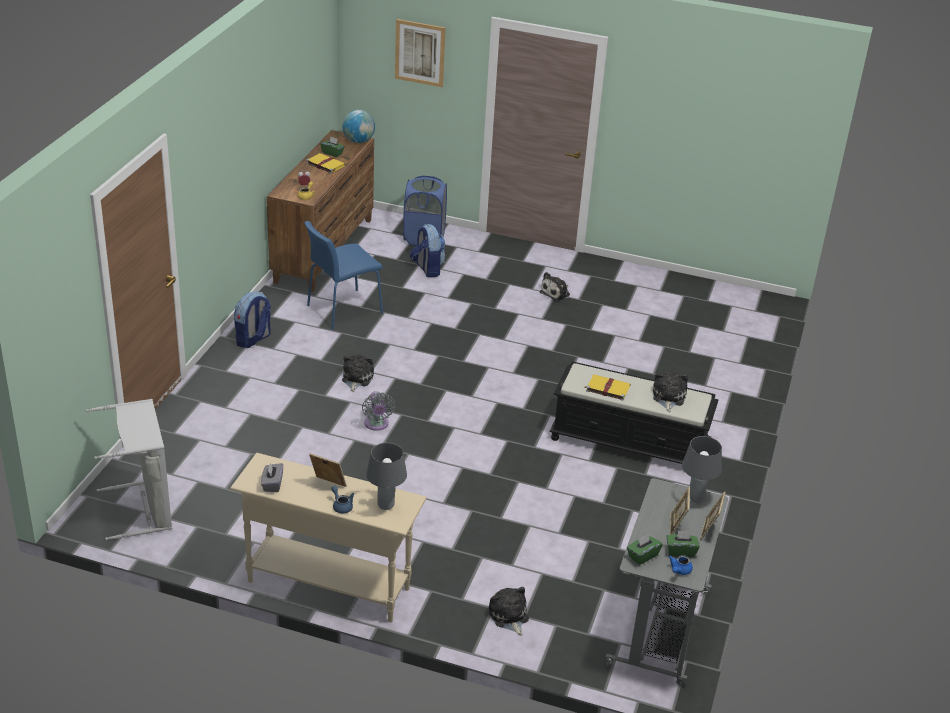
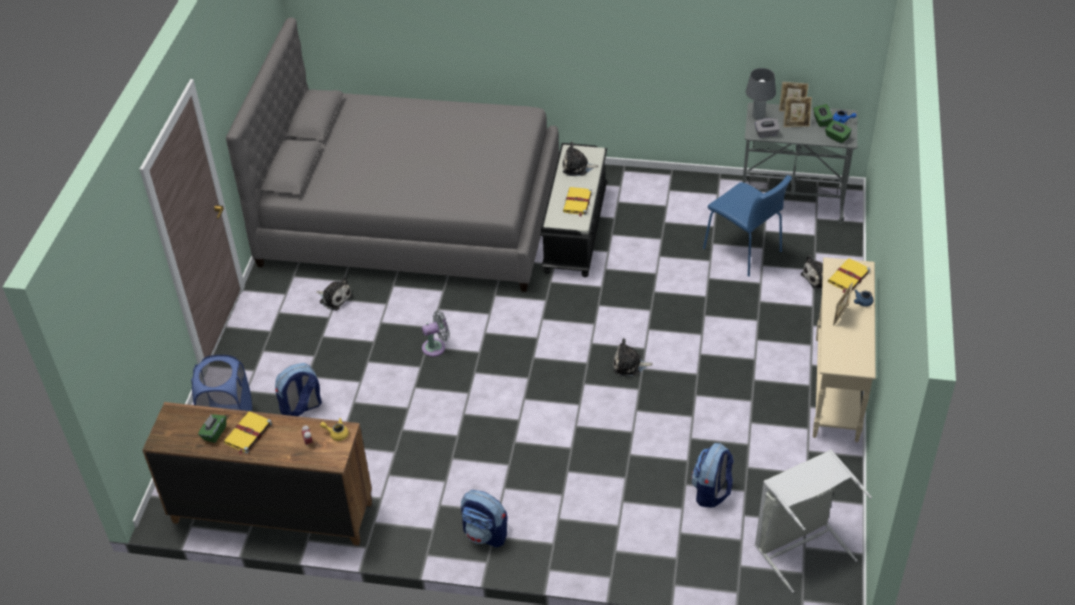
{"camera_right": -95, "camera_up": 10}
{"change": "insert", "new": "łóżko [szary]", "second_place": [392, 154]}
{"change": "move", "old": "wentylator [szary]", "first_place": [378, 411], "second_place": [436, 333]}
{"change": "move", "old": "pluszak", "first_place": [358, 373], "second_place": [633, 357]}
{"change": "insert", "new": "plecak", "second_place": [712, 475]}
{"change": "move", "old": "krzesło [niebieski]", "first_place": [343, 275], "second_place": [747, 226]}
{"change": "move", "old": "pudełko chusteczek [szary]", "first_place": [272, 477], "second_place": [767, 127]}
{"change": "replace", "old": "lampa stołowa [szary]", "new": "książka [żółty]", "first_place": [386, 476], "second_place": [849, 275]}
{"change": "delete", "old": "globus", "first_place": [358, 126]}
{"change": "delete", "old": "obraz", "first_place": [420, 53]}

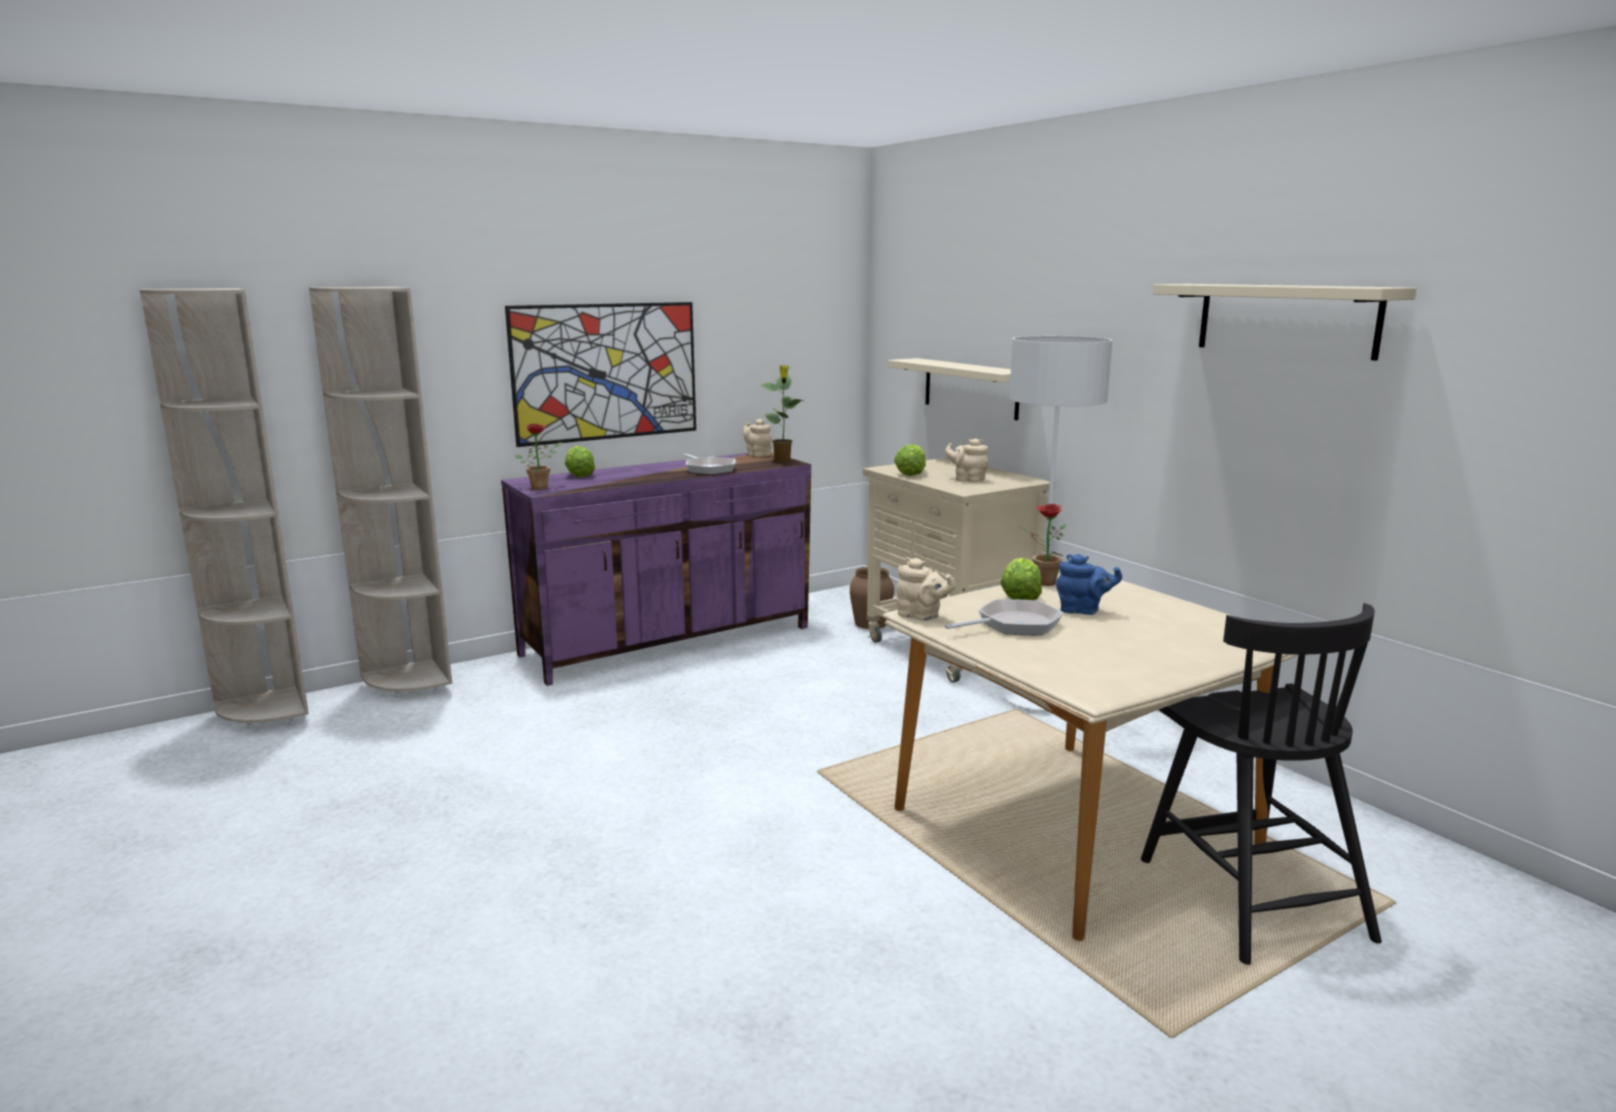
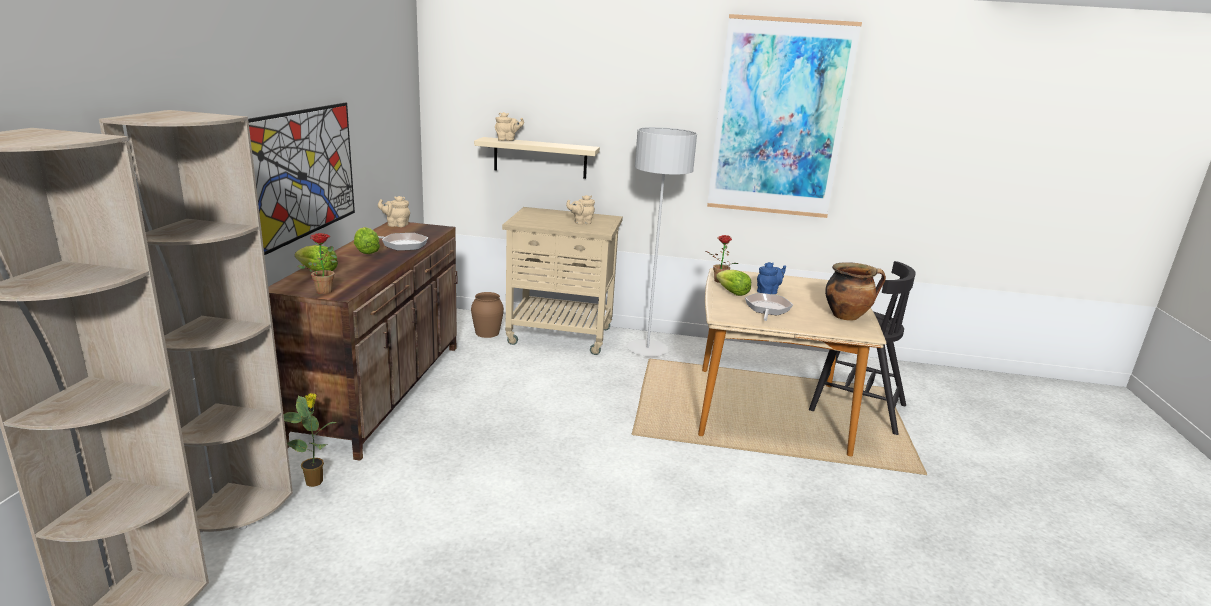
{"camera_right": -50, "camera_up": 5}
{"change": "recolor", "old": "szafka [fioletowy]", "new": "szafka [brązowy]", "first_place": [656, 569], "second_place": [362, 341]}
{"change": "move", "old": "roślina doniczkowa", "first_place": [782, 414], "second_place": [311, 440]}
{"change": "move", "old": "sałata", "first_place": [910, 460], "second_place": [367, 240]}
{"change": "move", "old": "imbryk [beżowy]", "first_place": [926, 589], "second_place": [509, 126]}
{"change": "replace", "old": "półka [beżowy]", "new": "obraz", "first_place": [1285, 322], "second_place": [784, 116]}
{"change": "insert", "new": "garnek", "second_place": [855, 291]}

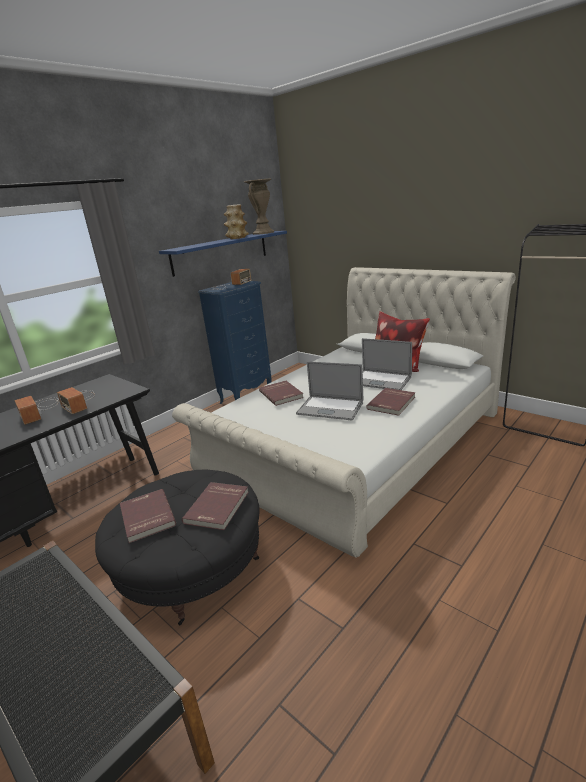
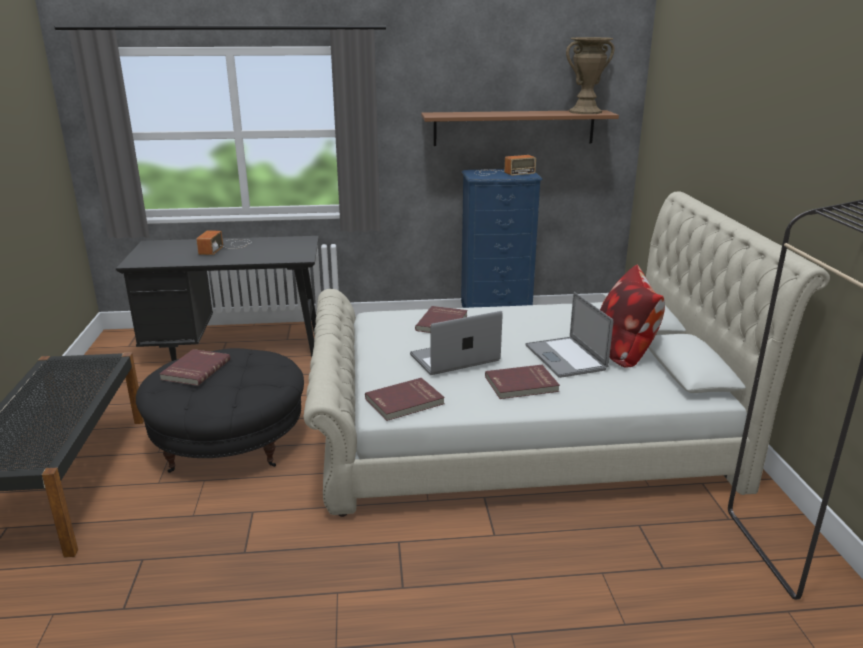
{"camera_right": 40, "camera_up": 0}
{"change": "move", "old": "książka [czerwony]", "first_place": [215, 506], "second_place": [405, 399]}
{"change": "rotate", "old": "laptop", "first_place": [329, 390], "second_place": [456, 343], "degrees": 90}
{"change": "recolor", "old": "półka [niebieski]", "new": "półka [brązowy]", "first_place": [223, 254], "second_place": [520, 128]}
{"change": "delete", "old": "radio", "first_place": [76, 400]}
{"change": "delete", "old": "wazon", "first_place": [236, 221]}

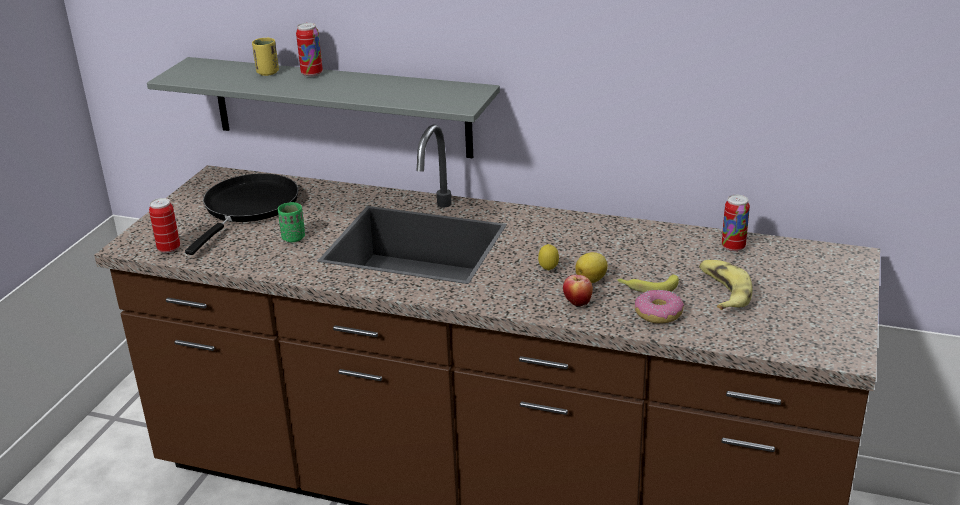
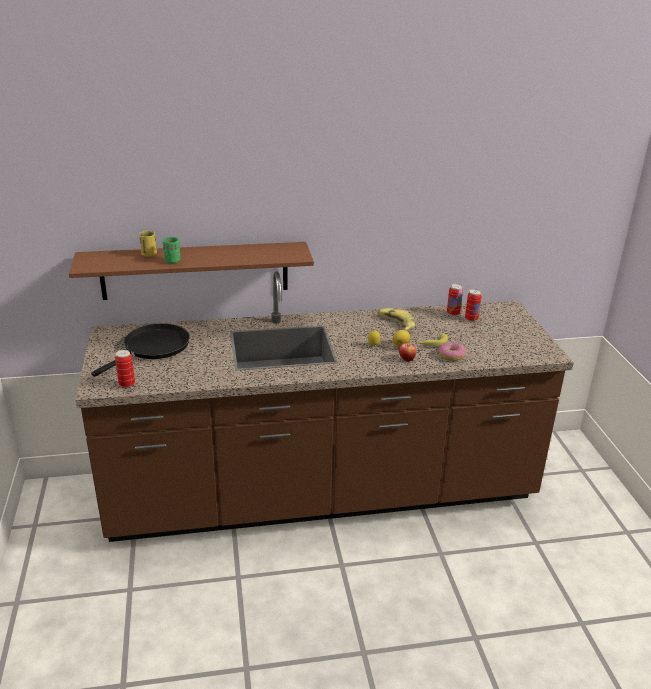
{"camera_right": -30, "camera_up": 0}
{"change": "recolor", "old": "półka [szary]", "new": "półka [brązowy]", "first_place": [323, 107], "second_place": [191, 271]}
{"change": "rotate", "old": "patelnia [czarny]", "first_place": [242, 214], "second_place": [140, 350], "degrees": 45}
{"change": "move", "old": "filiżanka [zielony]", "first_place": [291, 222], "second_place": [171, 250]}
{"change": "move", "old": "banan", "first_place": [726, 285], "second_place": [396, 319]}
{"change": "move", "old": "puszka", "first_place": [309, 50], "second_place": [473, 305]}

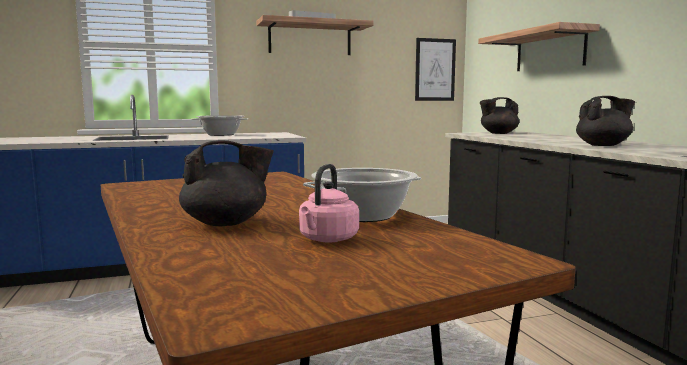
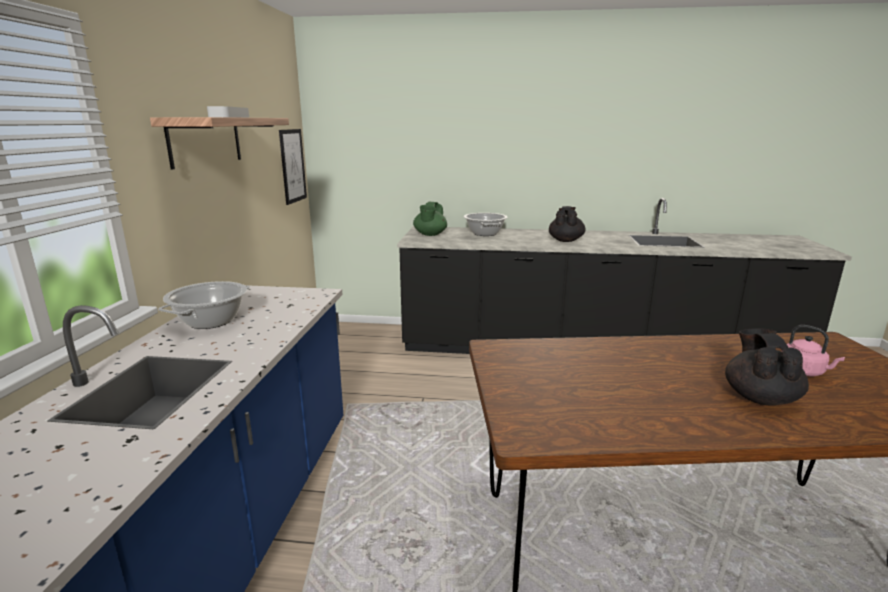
{"camera_right": -65, "camera_up": 10}
{"change": "recolor", "old": "imbryk [czarny]", "new": "imbryk [zielony]", "first_place": [499, 115], "second_place": [430, 219]}
{"change": "move", "old": "garnek", "first_place": [362, 195], "second_place": [486, 224]}
{"change": "delete", "old": "półka", "first_place": [539, 46]}

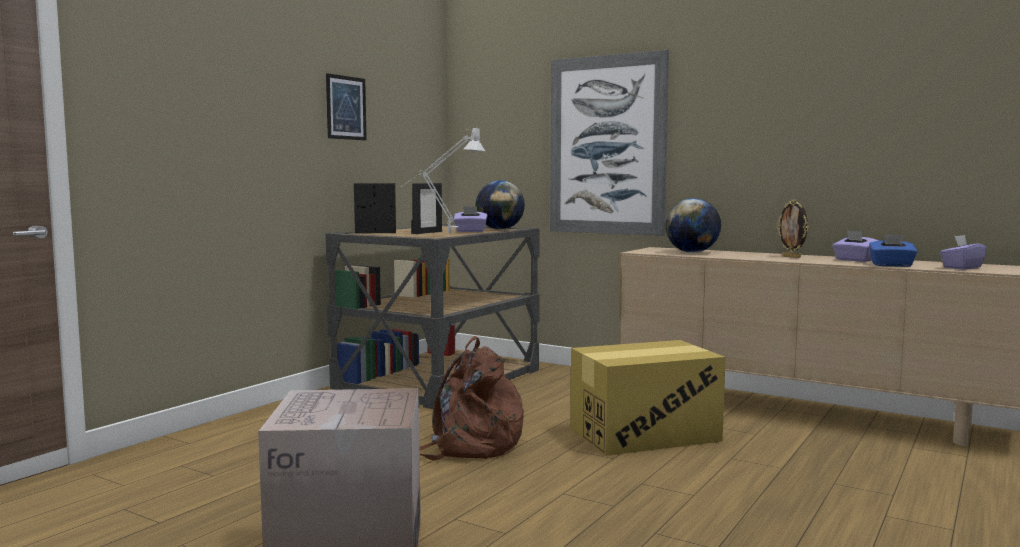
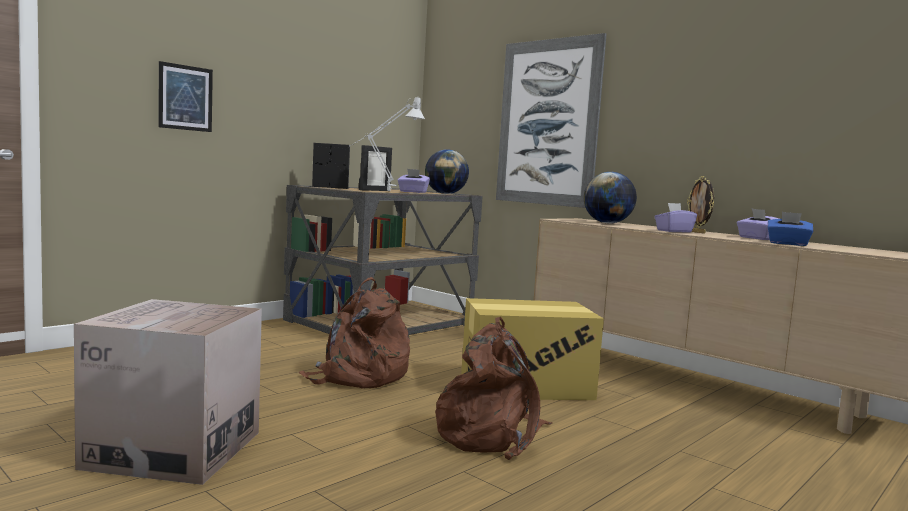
{"camera_right": 10, "camera_up": 0}
{"change": "move", "old": "obraz", "first_place": [346, 106], "second_place": [185, 96]}
{"change": "insert", "new": "plecak [brązowy]", "second_place": [493, 388]}
{"change": "move", "old": "pudełko chusteczek [fioletowy]", "first_place": [963, 252], "second_place": [675, 218]}

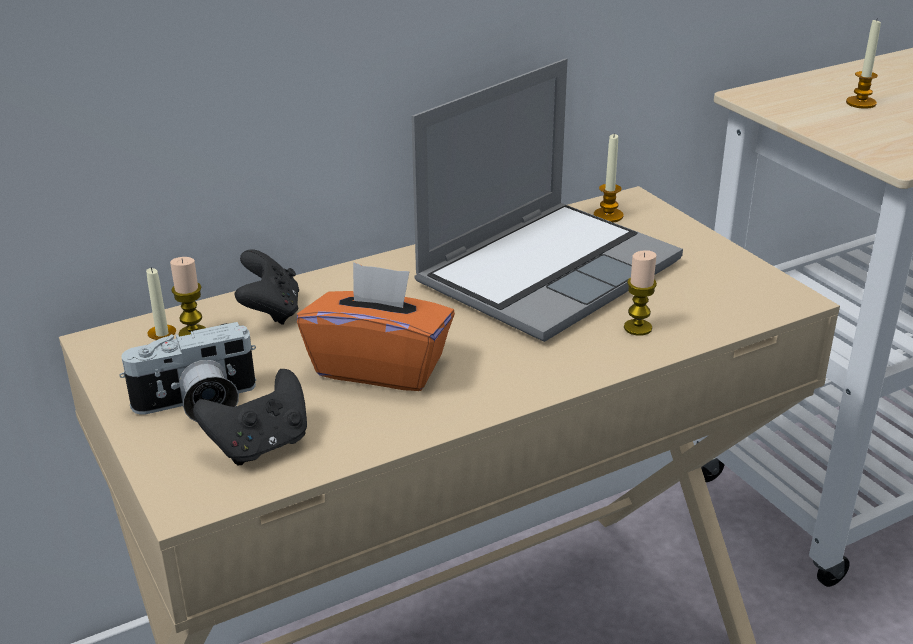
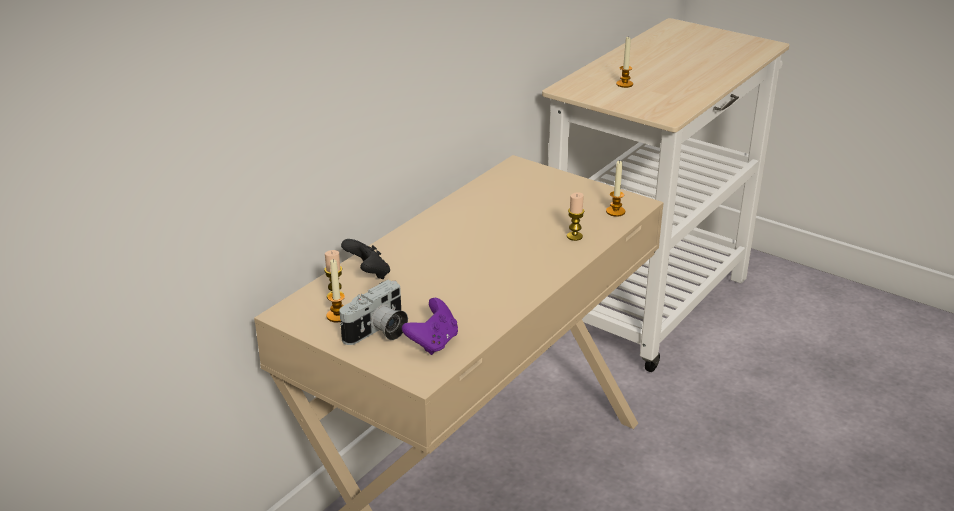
{"camera_right": -25, "camera_up": 0}
{"change": "recolor", "old": "pad do gier [czarny]", "new": "pad do gier [fioletowy]", "first_place": [250, 417], "second_place": [430, 326]}
{"change": "move", "old": "świeca", "first_place": [608, 177], "second_place": [615, 189]}
{"change": "delete", "old": "pudełko chusteczek [pomarańczowy]", "first_place": [376, 326]}
{"change": "delete", "old": "laptop", "first_place": [547, 200]}

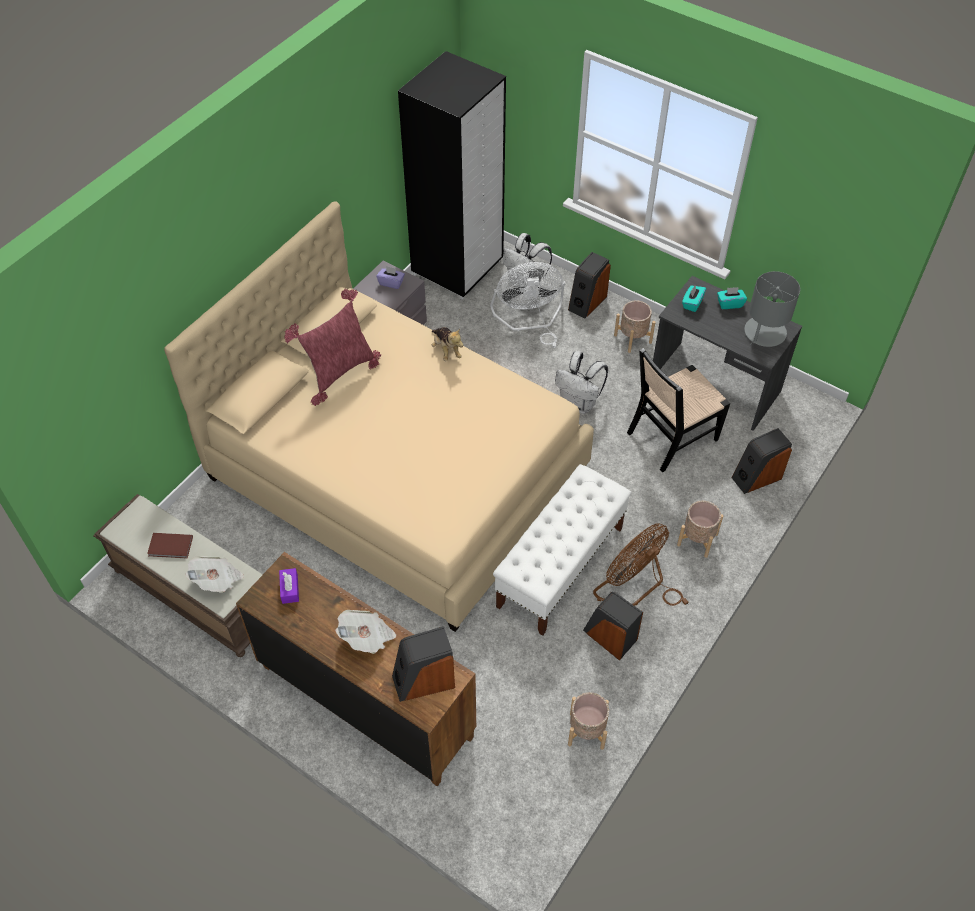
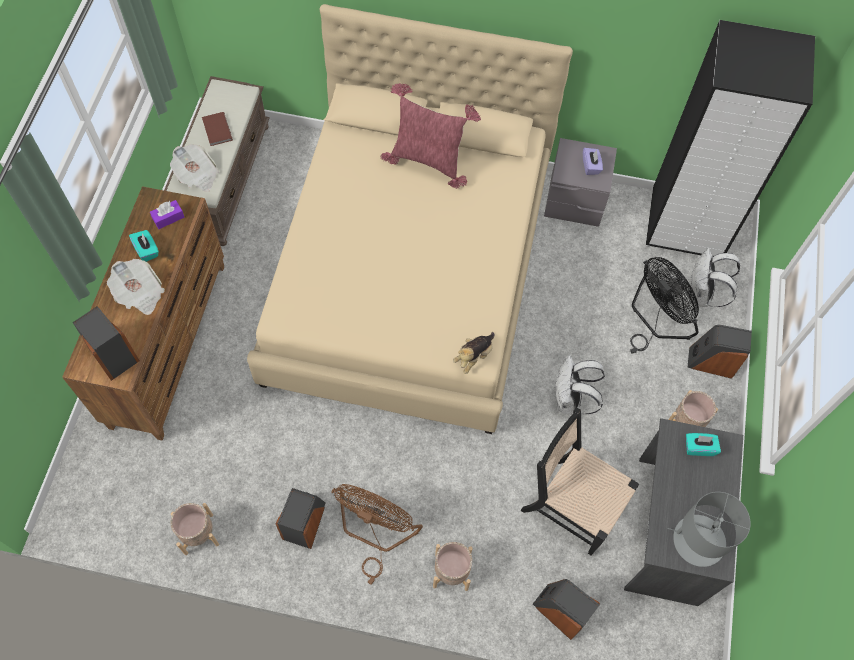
{"camera_right": 65, "camera_up": 10}
{"change": "move", "old": "pudełko chusteczek [turkusowy]", "first_place": [732, 298], "second_place": [144, 246]}
{"change": "move", "old": "pluszak", "first_place": [447, 344], "second_place": [474, 353]}
{"change": "recolor", "old": "wentylator [biały]", "new": "wentylator [czarny]", "first_place": [527, 305], "second_place": [664, 305]}
{"change": "delete", "old": "ławka [biały]", "first_place": [562, 550]}

